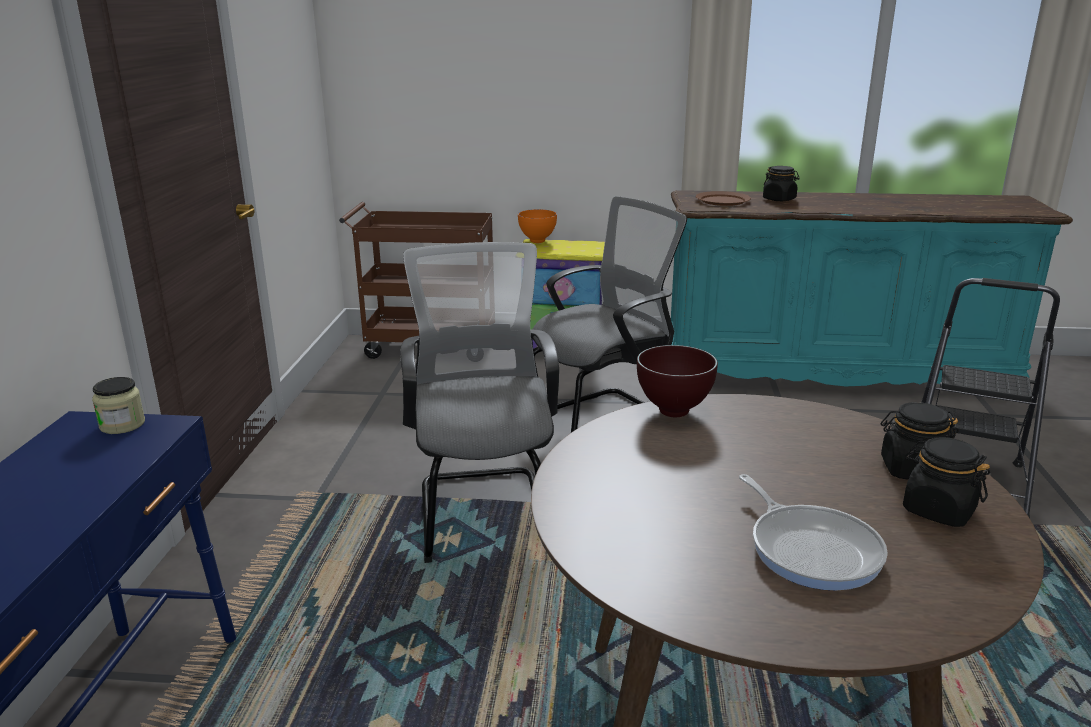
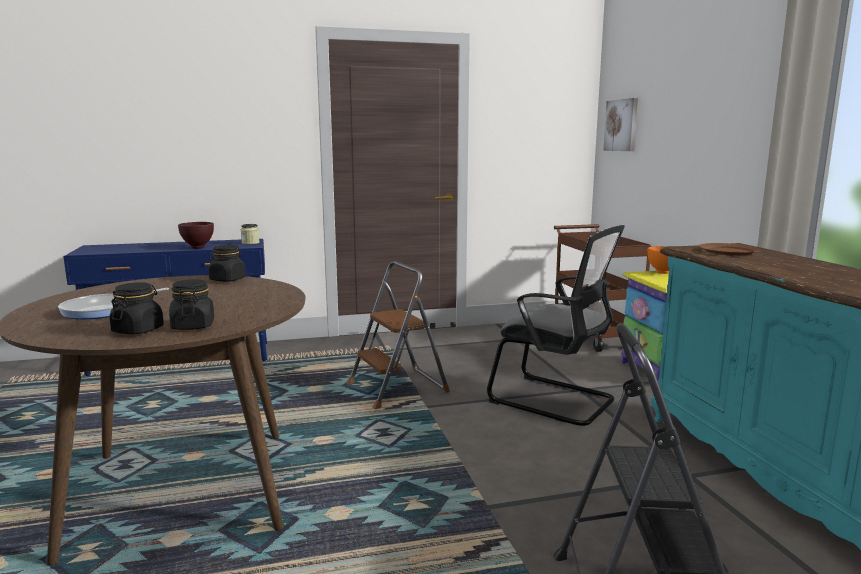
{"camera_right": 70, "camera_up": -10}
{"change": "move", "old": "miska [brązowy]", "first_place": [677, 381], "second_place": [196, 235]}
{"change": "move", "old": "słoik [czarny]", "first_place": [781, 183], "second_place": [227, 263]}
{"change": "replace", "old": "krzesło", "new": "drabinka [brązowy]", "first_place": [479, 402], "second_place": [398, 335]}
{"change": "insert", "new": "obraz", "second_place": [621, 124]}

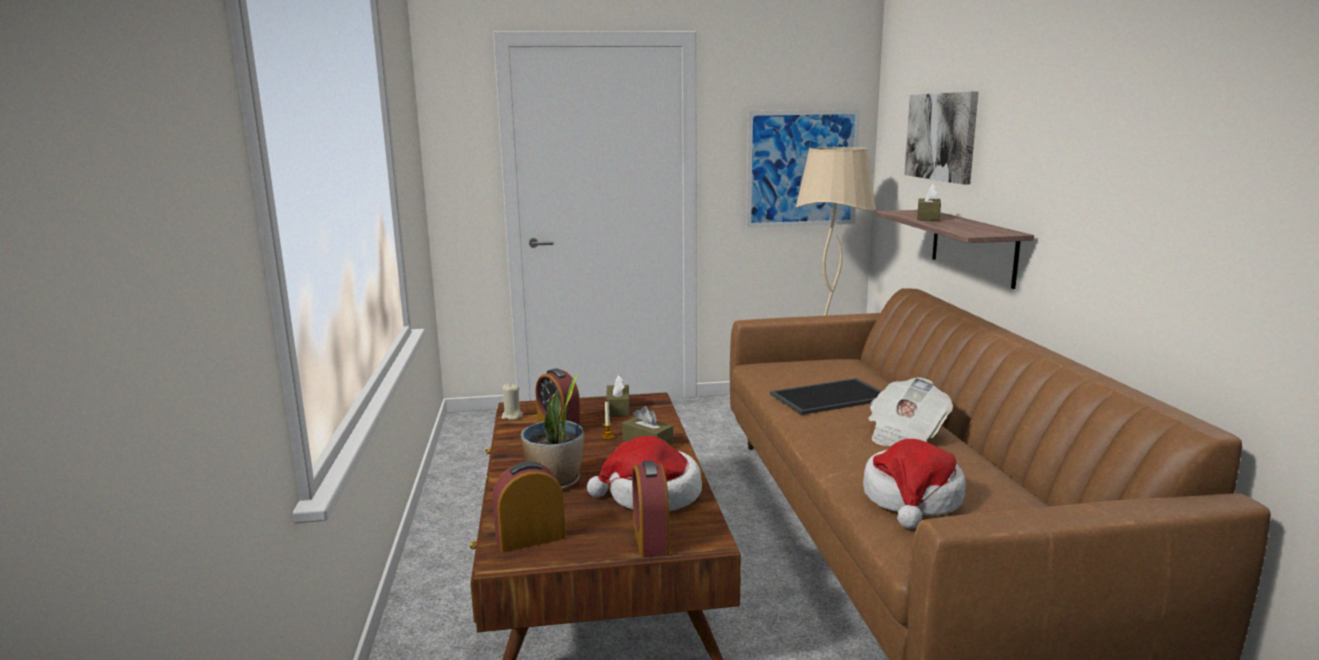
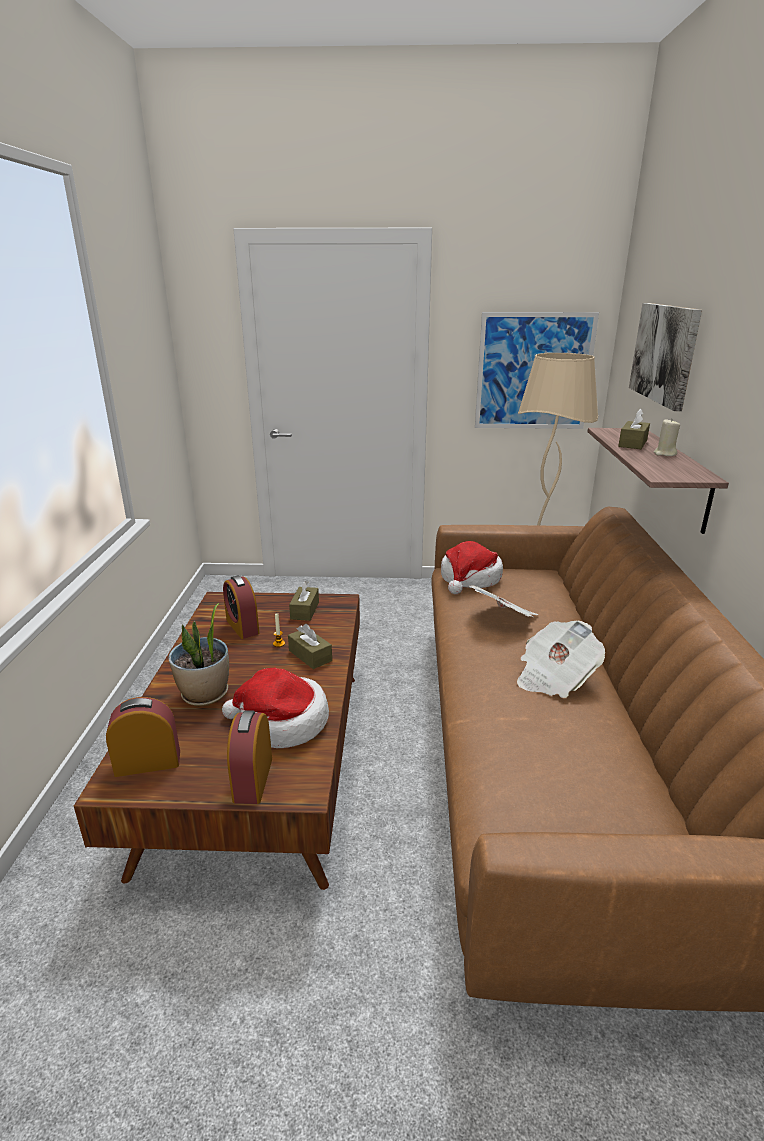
{"camera_right": 10, "camera_up": 10}
{"change": "move", "old": "kapelusz", "first_place": [914, 484], "second_place": [472, 567]}
{"change": "replace", "old": "taca", "new": "gazeta", "first_place": [825, 396], "second_place": [503, 601]}
{"change": "move", "old": "świeca [beżowy]", "first_place": [512, 401], "second_place": [667, 437]}

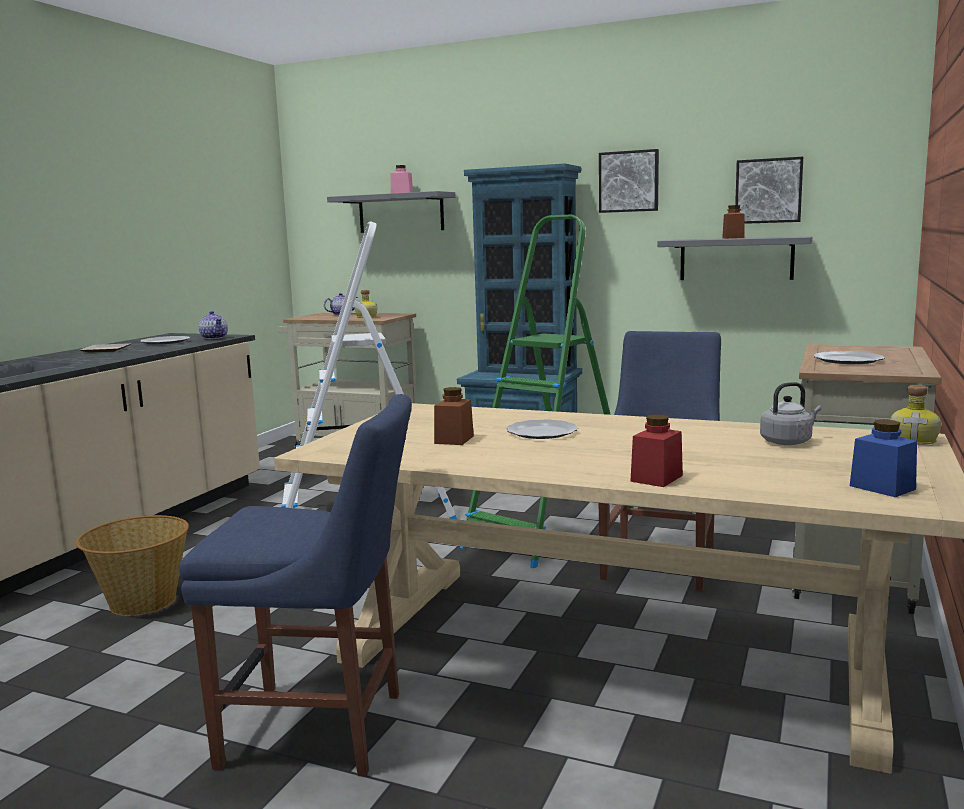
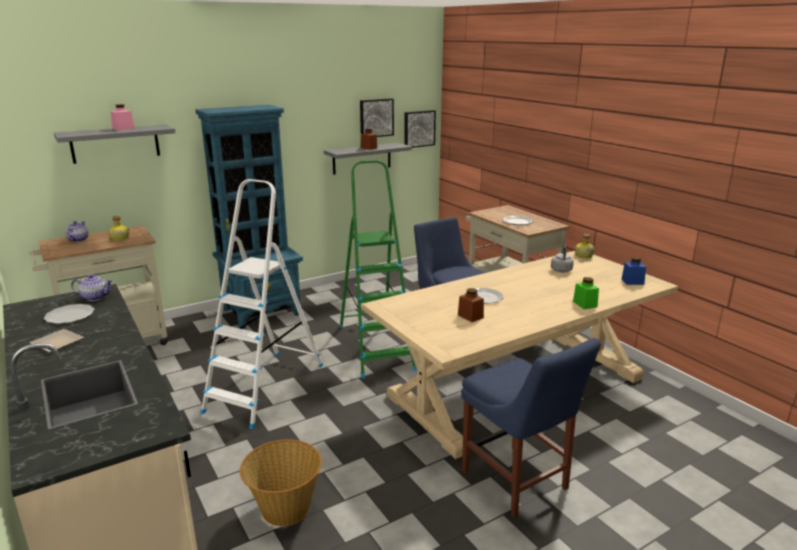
{"camera_right": -55, "camera_up": 10}
{"change": "move", "old": "obraz", "first_place": [629, 181], "second_place": [420, 129]}
{"change": "rotate", "old": "krzesło [niebieski]", "first_place": [295, 585], "second_place": [531, 428], "degrees": 105}
{"change": "recolor", "old": "słoik [czerwony]", "new": "słoik [zielony]", "first_place": [656, 451], "second_place": [586, 293]}

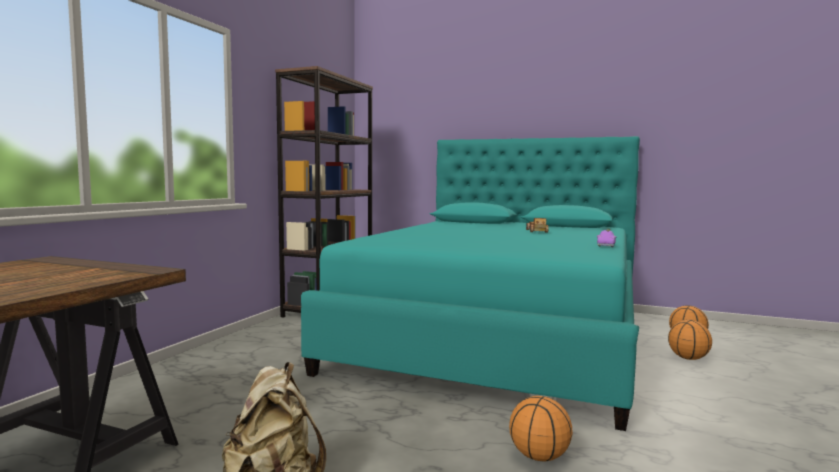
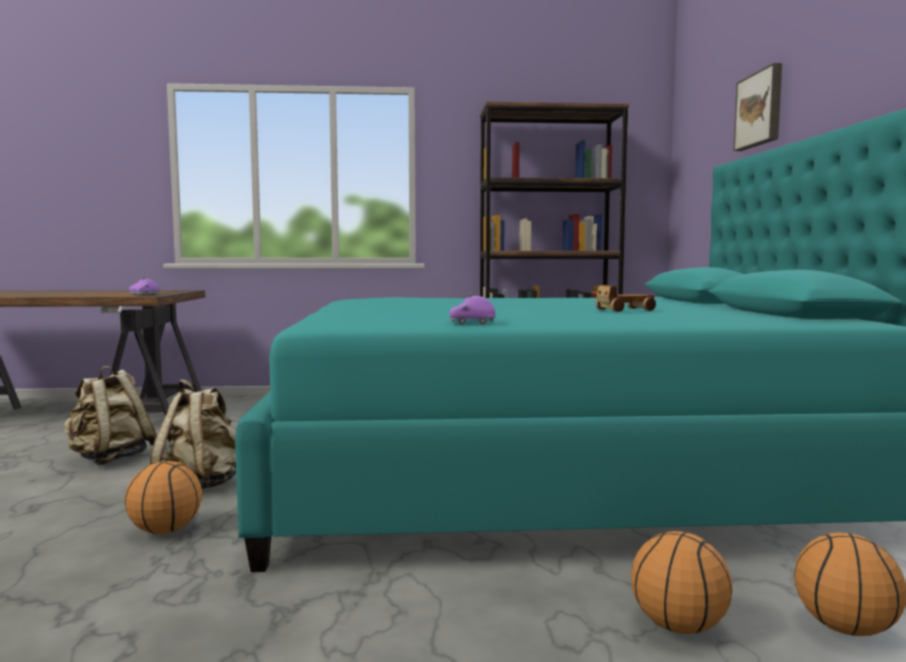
{"camera_right": 65, "camera_up": 0}
{"change": "insert", "new": "samochodzik [fioletowy]", "second_place": [144, 286]}
{"change": "insert", "new": "plecak [beżowy]", "second_place": [193, 434]}
{"change": "insert", "new": "obraz", "second_place": [757, 107]}

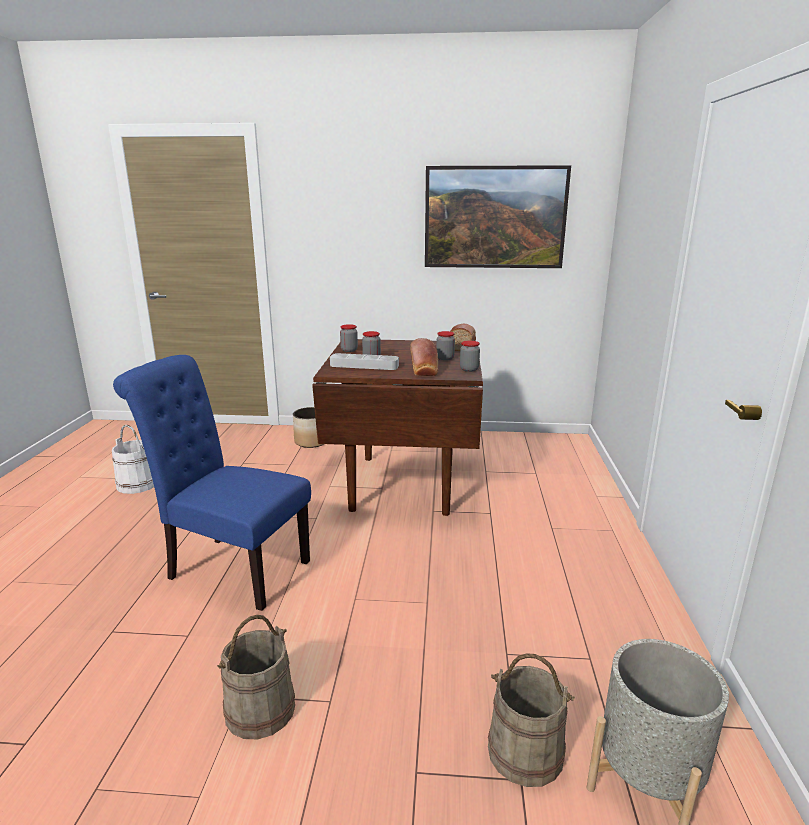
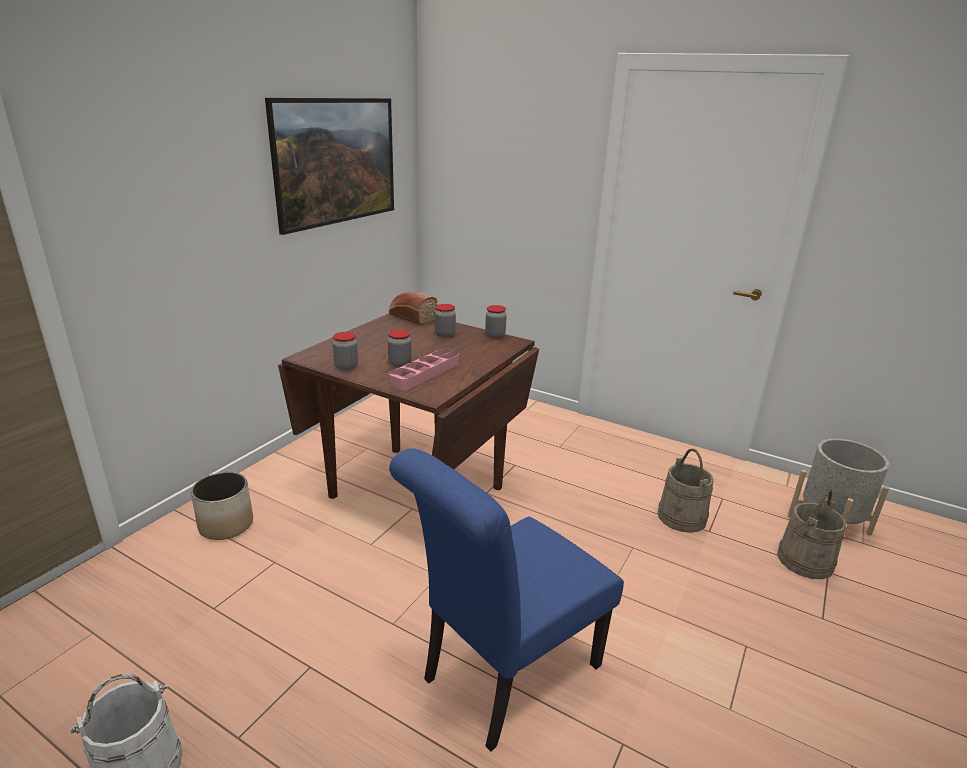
{"camera_right": -65, "camera_up": 5}
{"change": "recolor", "old": "taca [szary]", "new": "taca [różowy]", "first_place": [364, 361], "second_place": [424, 369]}
{"change": "move", "old": "wiadro [beżowy]", "first_place": [256, 677], "second_place": [686, 491]}
{"change": "delete", "old": "chleb", "first_place": [424, 357]}

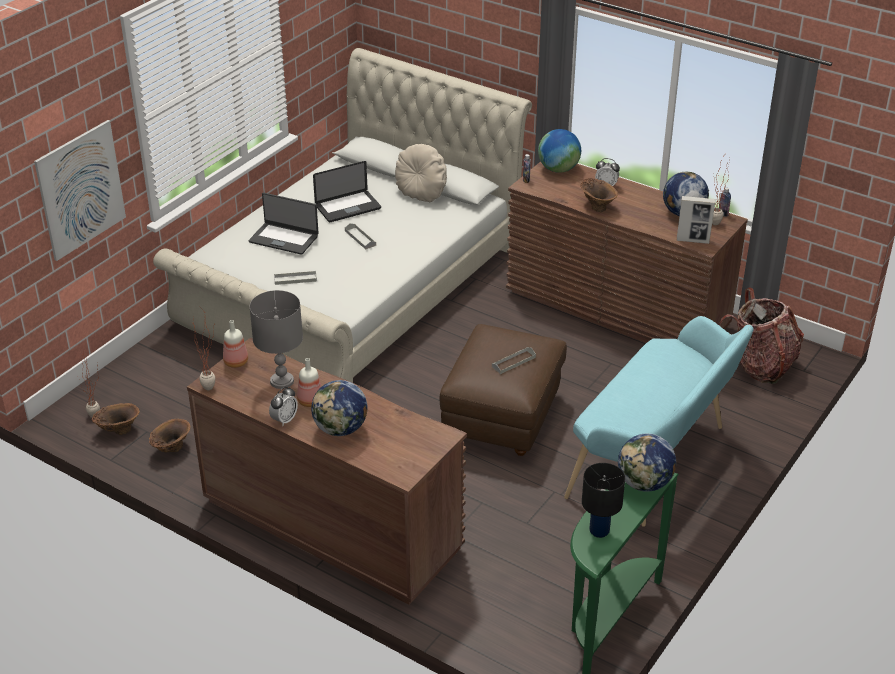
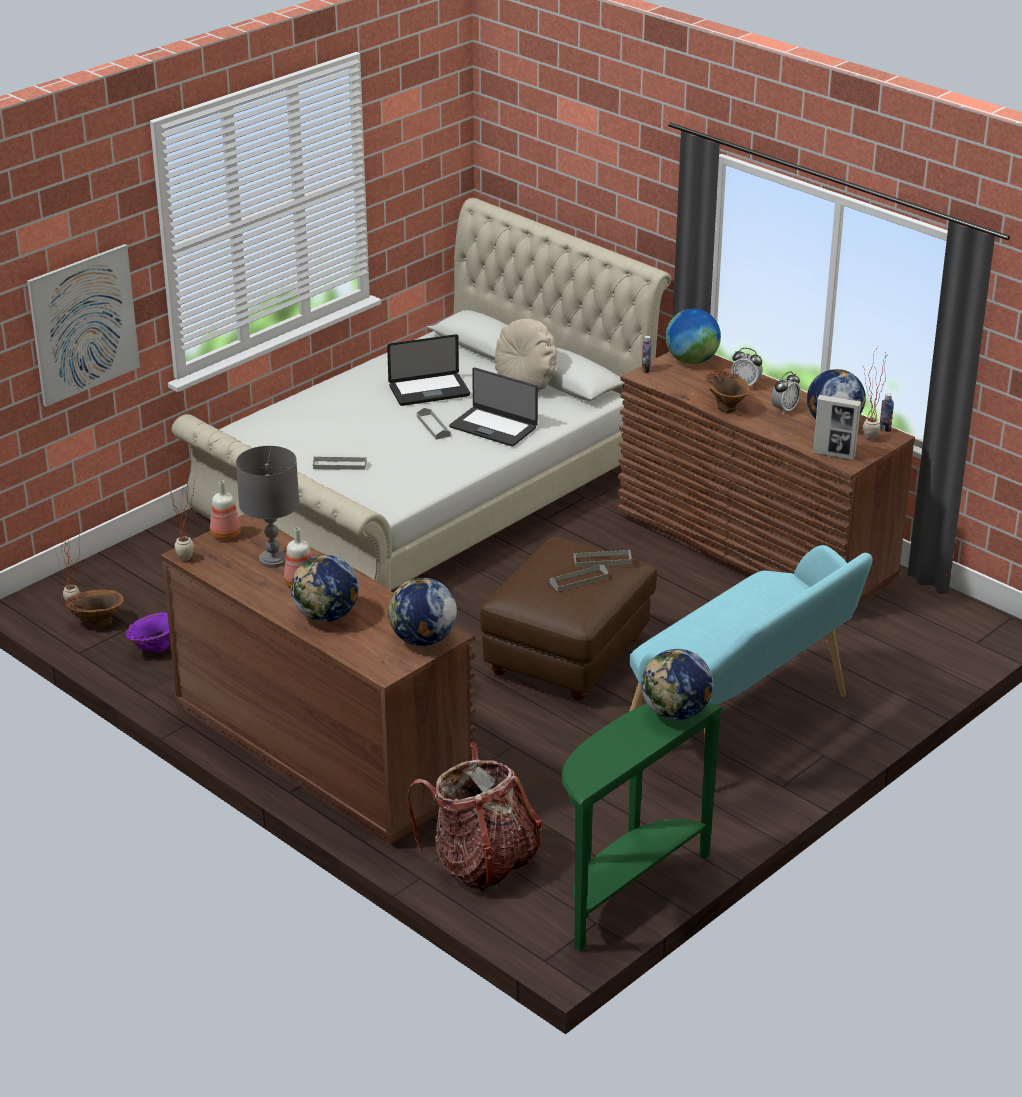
{"camera_right": 10, "camera_up": -5}
{"change": "recolor", "old": "wazon [brązowy]", "new": "wazon [fioletowy]", "first_place": [169, 435], "second_place": [148, 633]}
{"change": "insert", "new": "globus", "second_place": [422, 612]}
{"change": "move", "old": "plecak", "first_place": [761, 335], "second_place": [474, 817]}
{"change": "move", "old": "laptop", "first_place": [284, 224], "second_place": [493, 407]}
{"change": "insert", "new": "taca [szary]", "second_place": [602, 558]}
{"change": "move", "old": "budzik", "first_place": [283, 406], "second_place": [786, 393]}
{"change": "delete", "old": "lampa stołowa [czarny]", "first_place": [603, 500]}

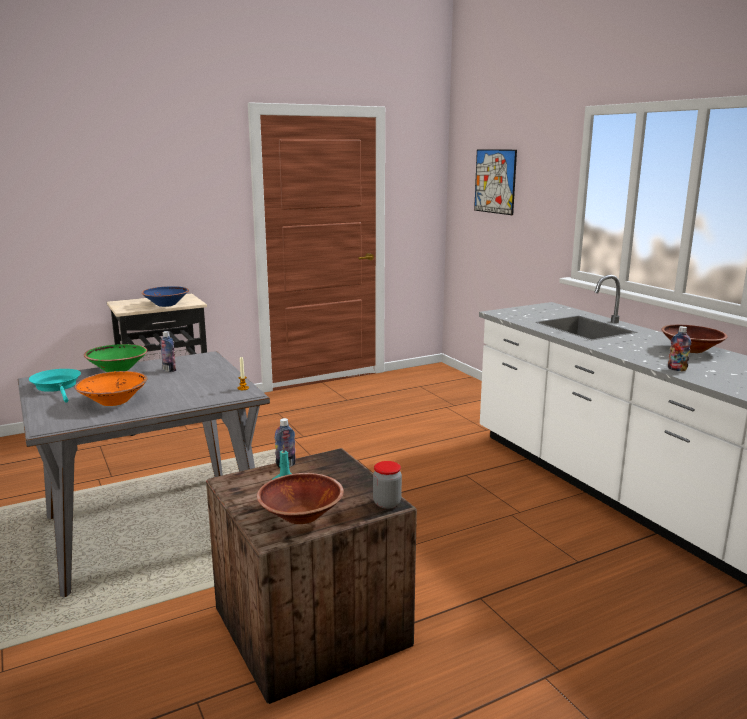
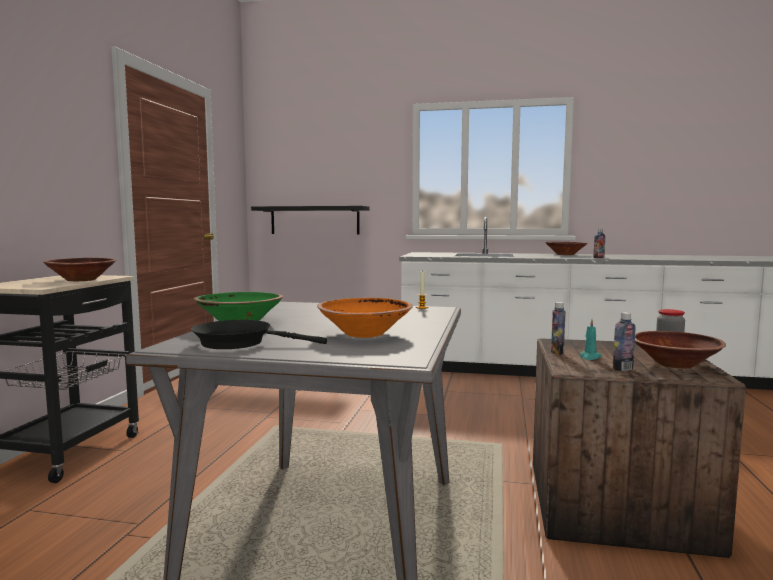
{"camera_right": -50, "camera_up": -10}
{"change": "recolor", "old": "miska [niebieski]", "new": "miska [brązowy]", "first_place": [165, 296], "second_place": [79, 269]}
{"change": "recolor", "old": "patelnia [turkusowy]", "new": "patelnia [czarny]", "first_place": [55, 386], "second_place": [259, 334]}
{"change": "insert", "new": "półka [czarny]", "second_place": [310, 220]}
{"change": "move", "old": "butelka", "first_place": [168, 351], "second_place": [624, 341]}
{"change": "delete", "old": "obraz", "first_place": [495, 182]}

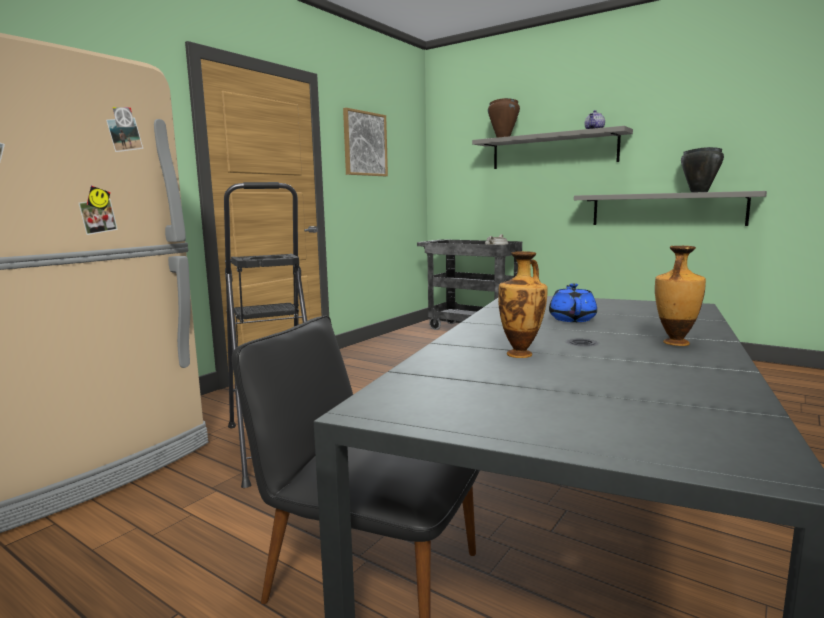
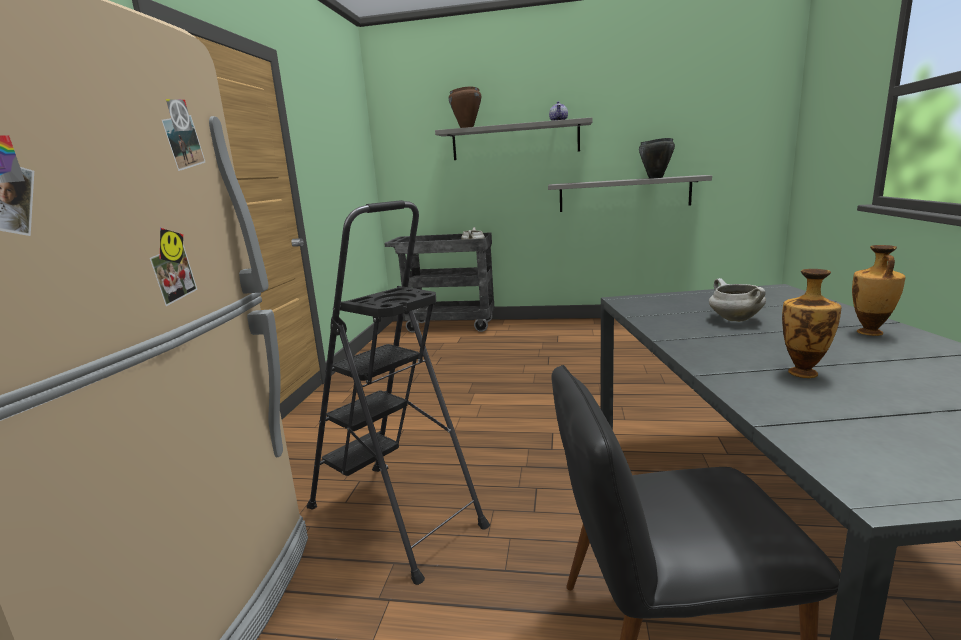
{"camera_right": -25, "camera_up": 5}
{"change": "replace", "old": "imbryk [niebieski]", "new": "garnek [biały]", "first_place": [573, 302], "second_place": [737, 300]}
{"change": "delete", "old": "obraz", "first_place": [365, 142]}

